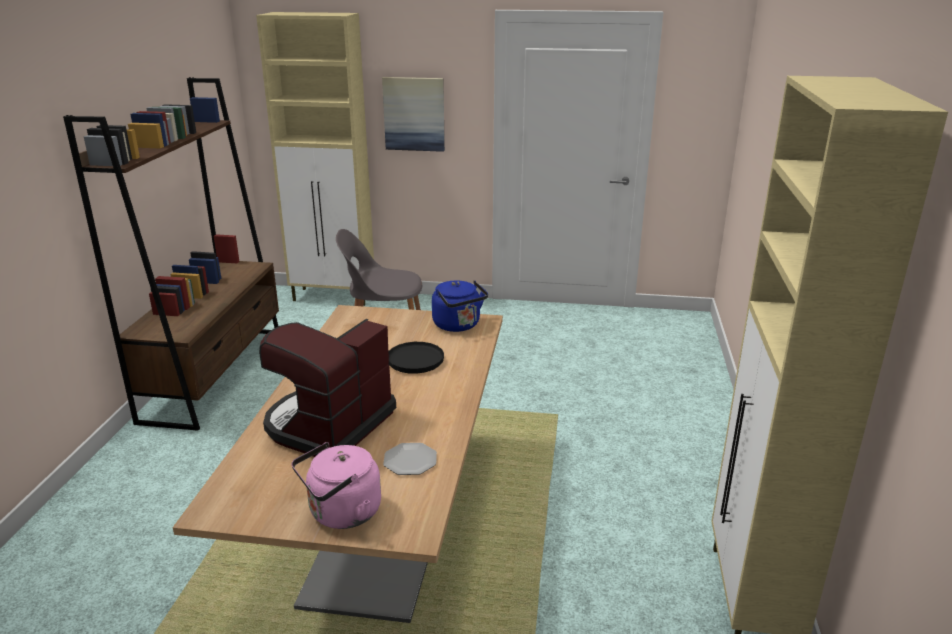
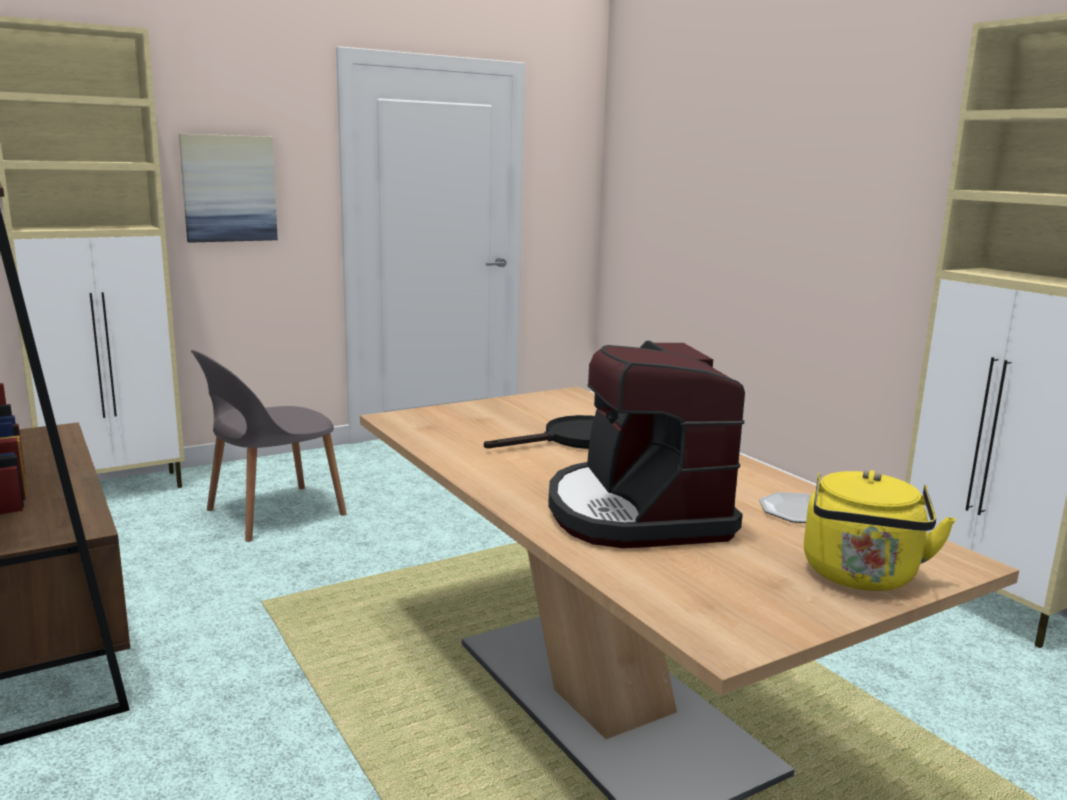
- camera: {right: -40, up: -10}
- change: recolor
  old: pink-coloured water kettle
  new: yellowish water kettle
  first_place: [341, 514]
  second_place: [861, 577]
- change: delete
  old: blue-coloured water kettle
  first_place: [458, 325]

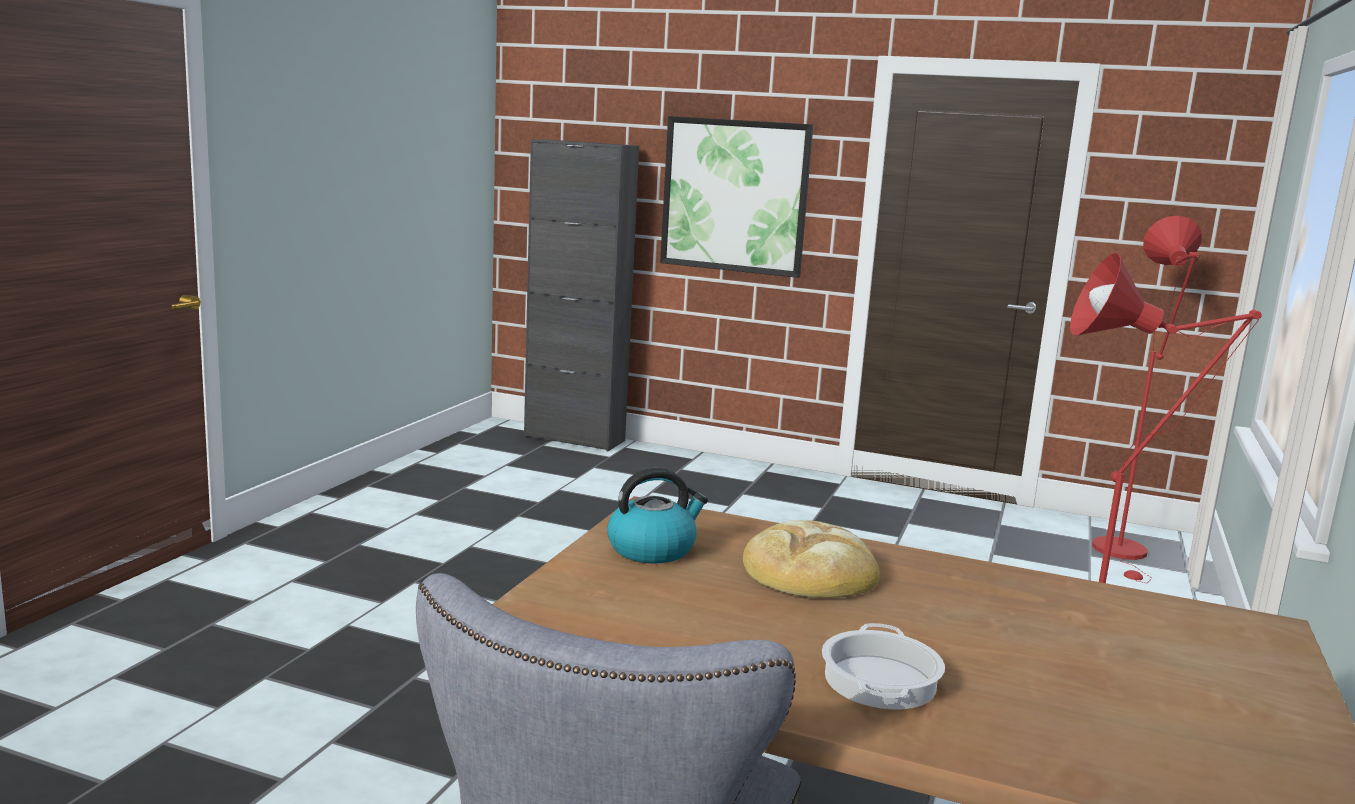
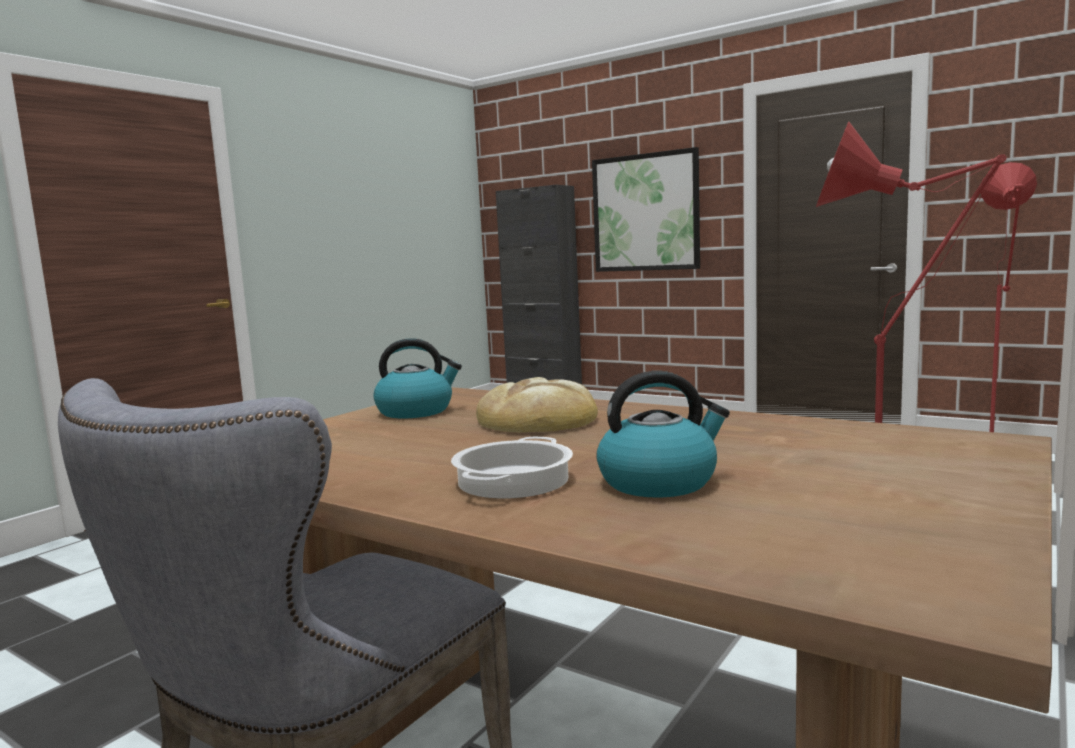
- camera: {right: 15, up: -5}
- change: insert
  new: water kettle
  second_place: [659, 482]

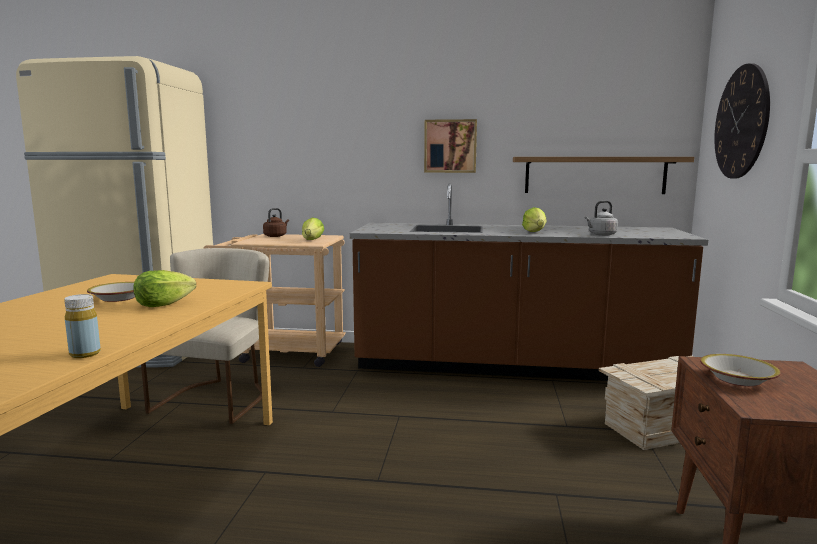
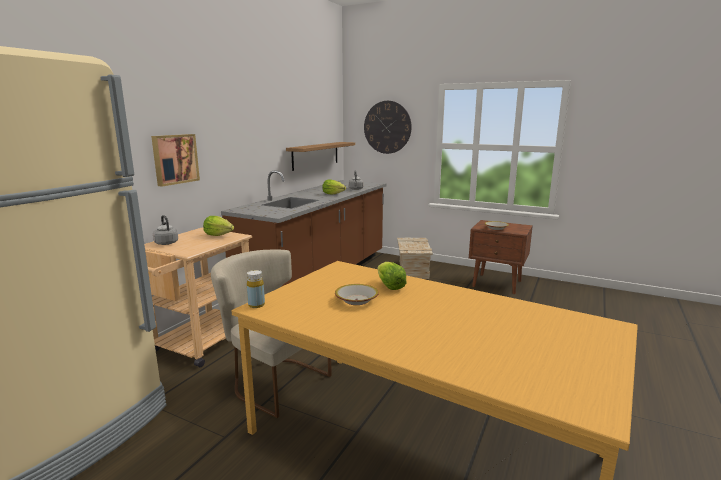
- camera: {right: -70, up: 5}
- change: move
  old: wall art
  first_place: [450, 146]
  second_place: [174, 159]
- change: recolor
  old: brownish water kettle
  new: greyish water kettle
  first_place: [276, 236]
  second_place: [166, 243]
- change: move
  old: yellowish bottle
  first_place: [85, 354]
  second_place: [256, 305]

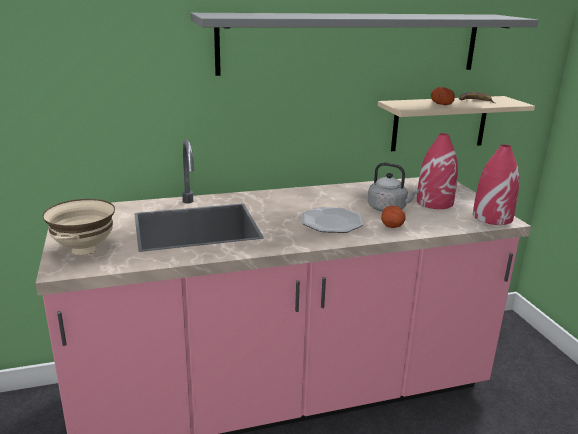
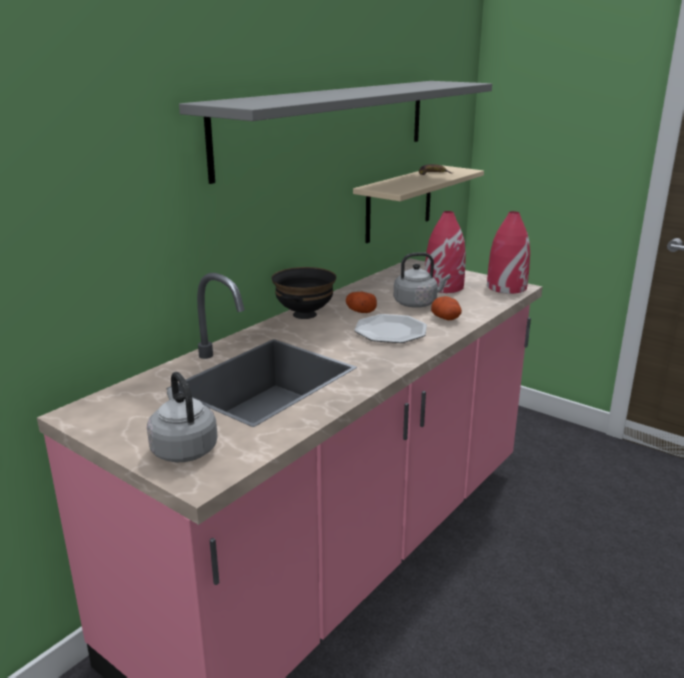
- camera: {right: -35, up: 0}
- change: replace
  old: beige-coloured serving bowl
  new: greyish water kettle
  first_place: [84, 249]
  second_place: [183, 449]
- change: insert
  new: black serving bowl
  second_place: [304, 314]
- change: move
  old: spud
  first_place: [440, 104]
  second_place: [360, 311]

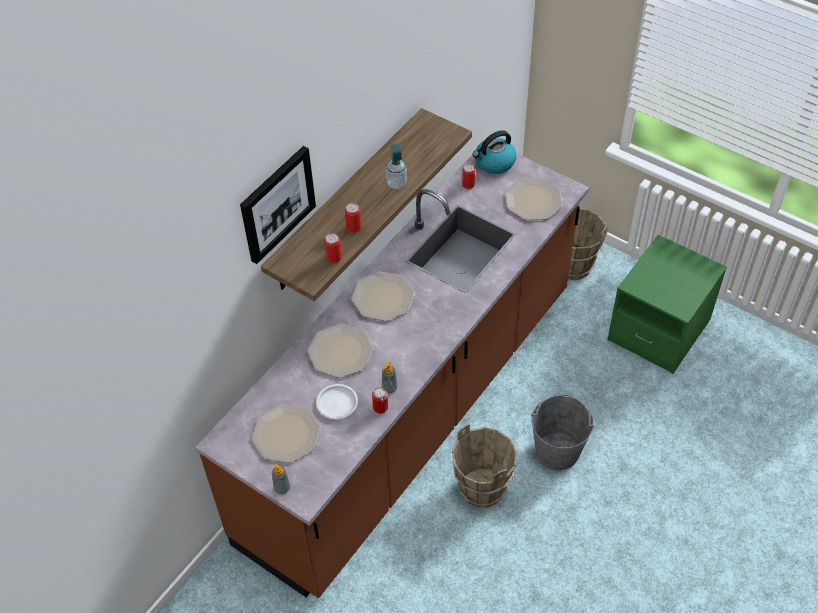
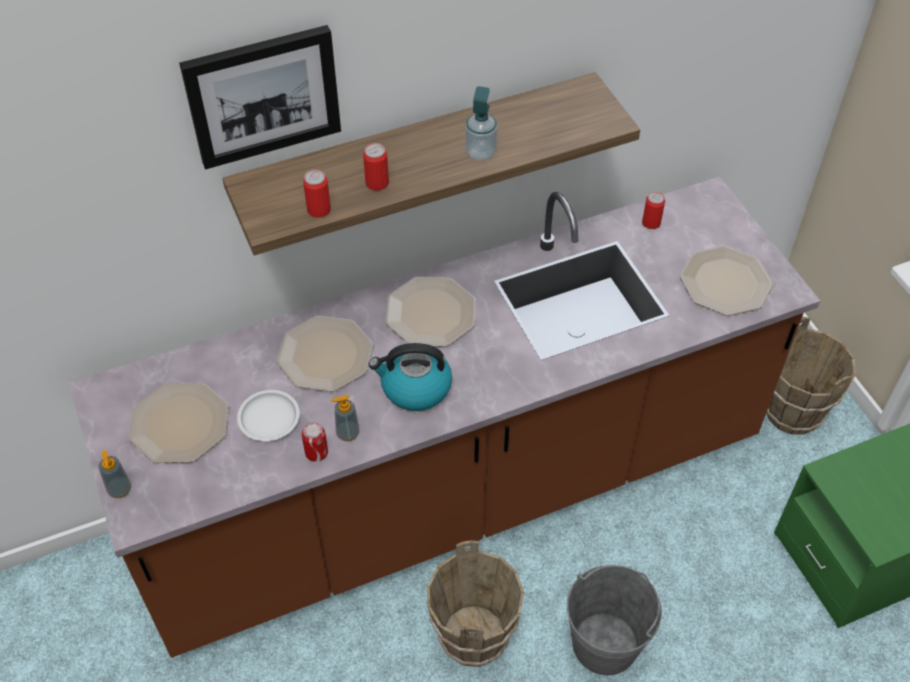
- camera: {right: 30, up: 0}
- change: move
  old: water kettle
  first_place: [494, 163]
  second_place: [415, 388]

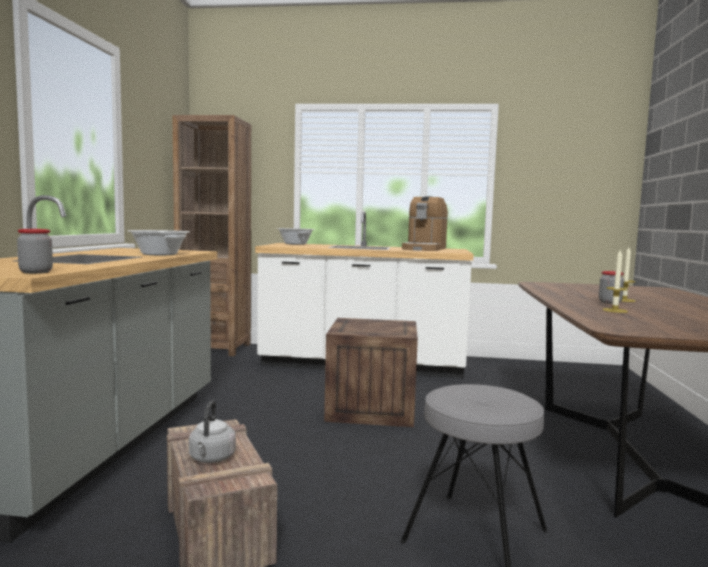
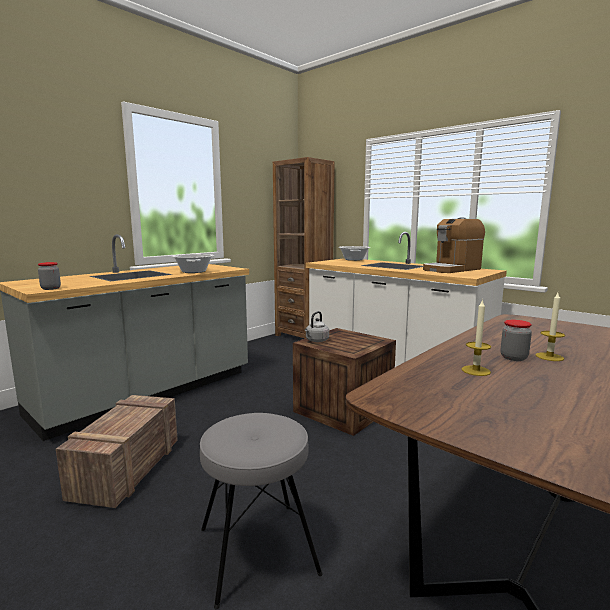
- camera: {right: 35, up: 5}
- change: move
  old: greyish water kettle
  first_place: [211, 459]
  second_place: [316, 341]

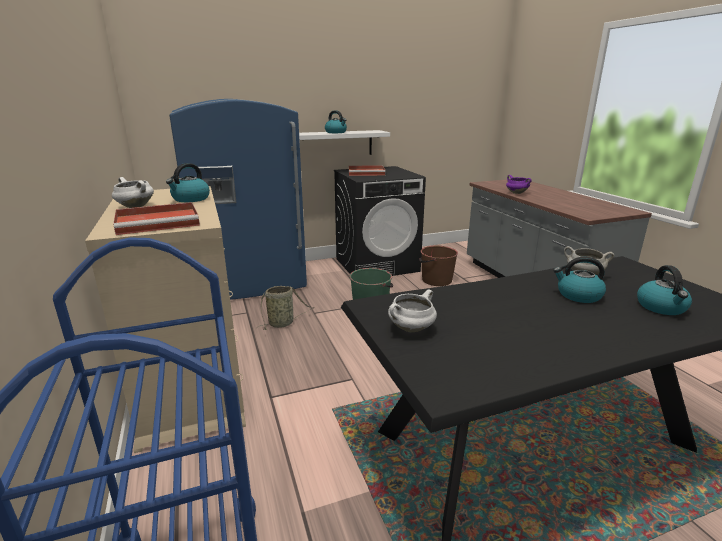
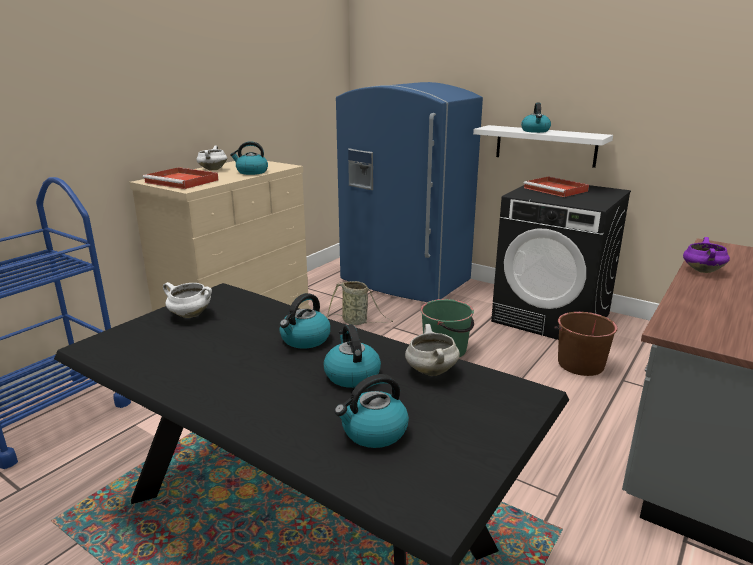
- camera: {right: 55, up: 0}
- change: insert
  new: water kettle
  second_place: [305, 339]

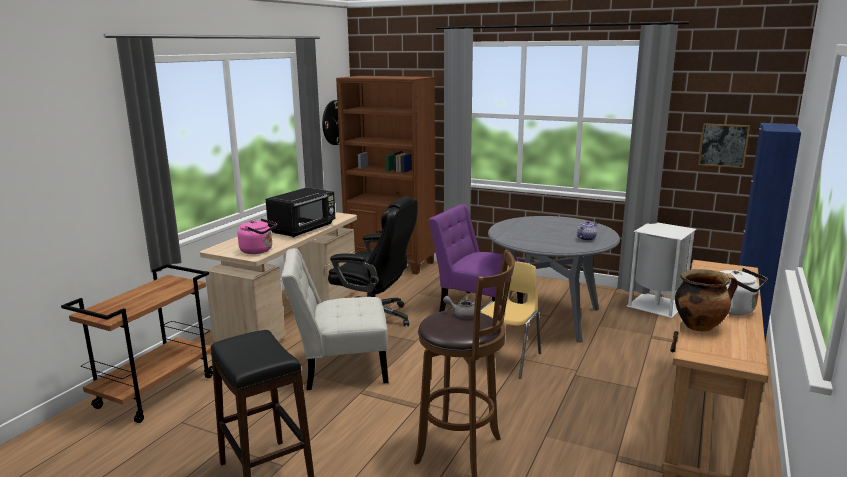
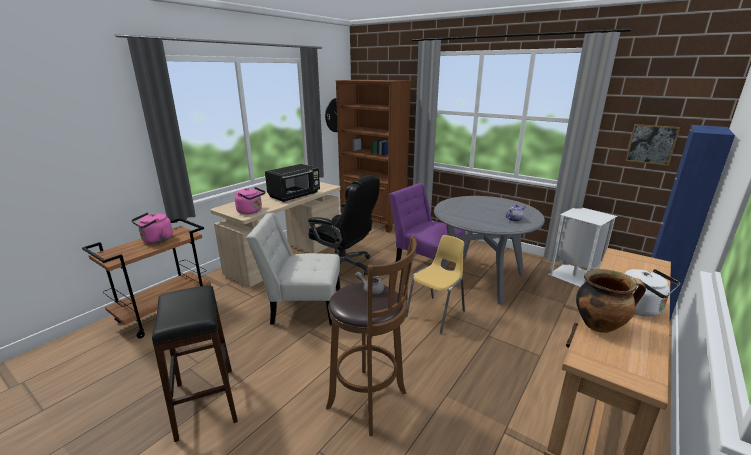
- camera: {right: 10, up: 5}
- change: insert
  new: pink-coloured water kettle
  second_place: [156, 240]

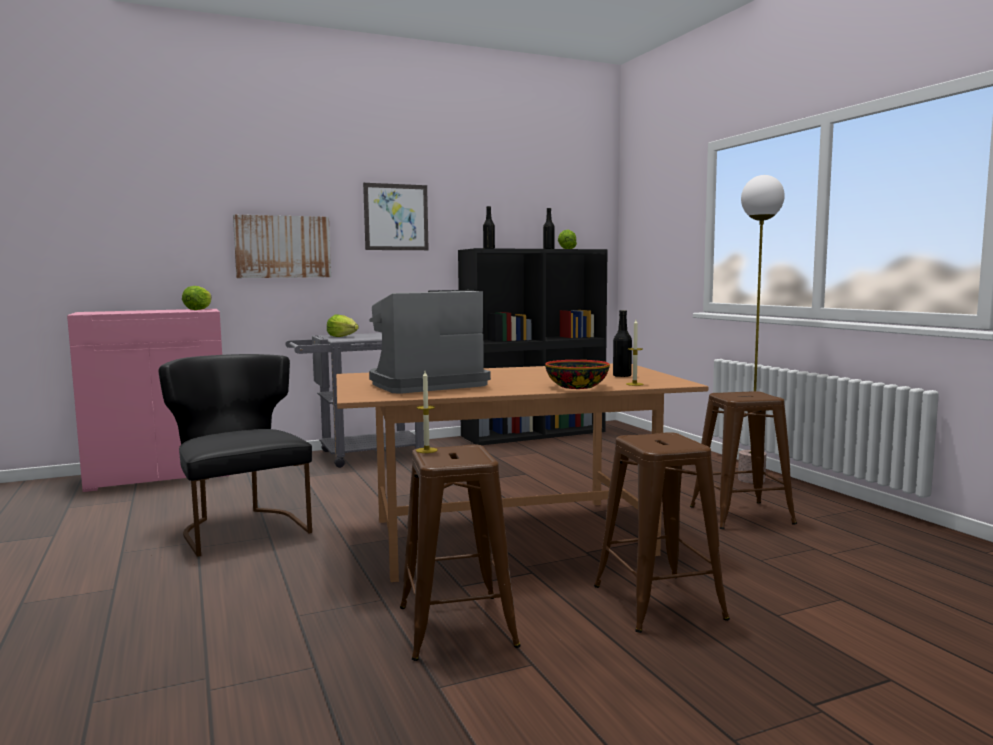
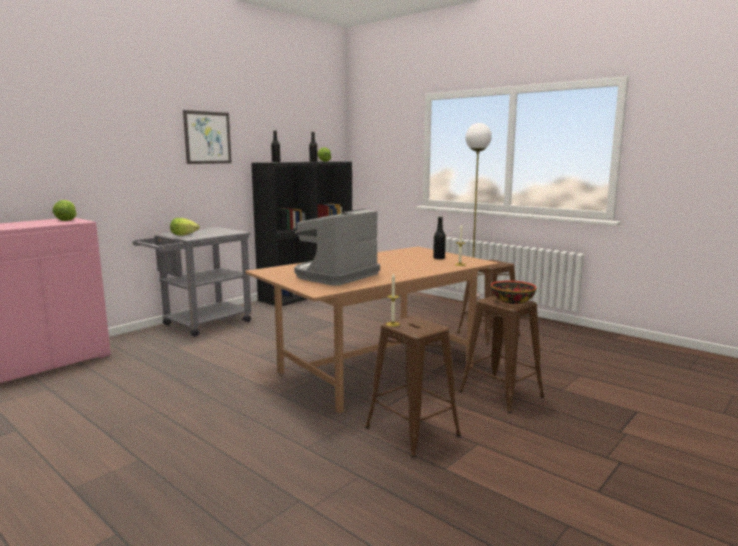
- camera: {right: -25, up: 5}
- change: move
  old: serving bowl
  first_place: [576, 387]
  second_place: [512, 301]
- change: delete
  old: black chair
  first_place: [241, 527]
- change: delete
  old: wall art
  first_place: [283, 247]

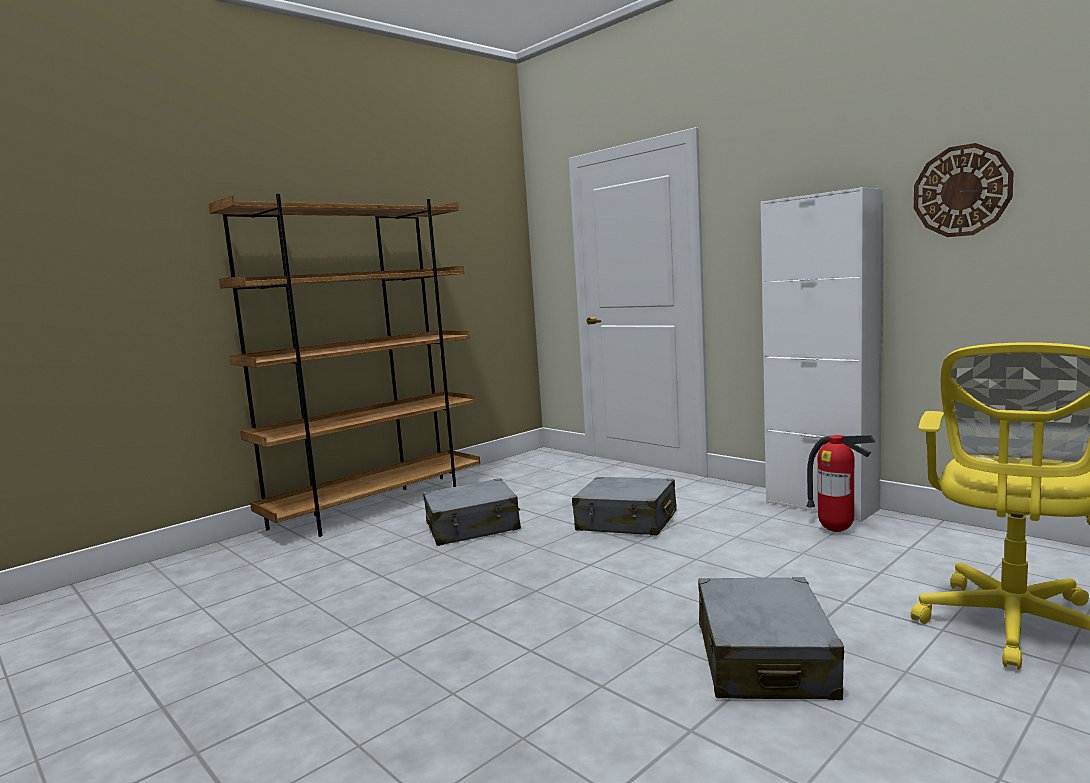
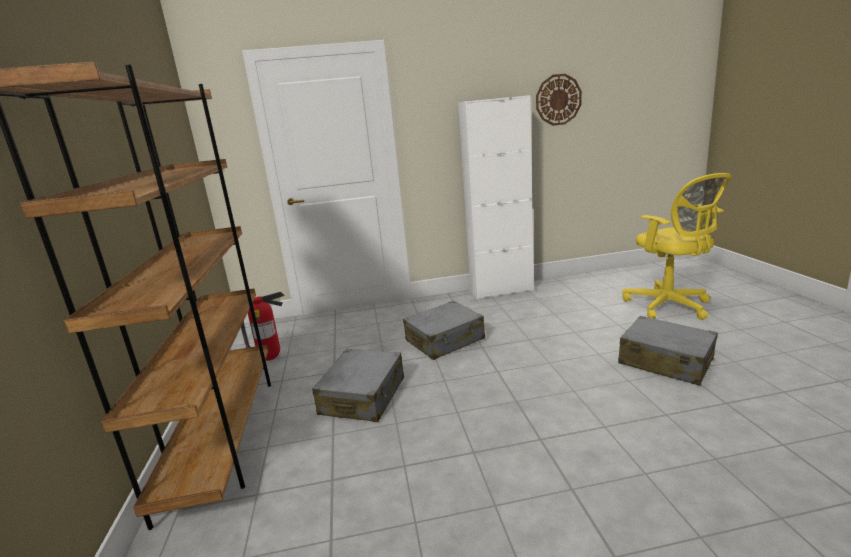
- camera: {right: -55, up: 10}
- change: move
  old: fire-fighting cylinder
  first_place: [836, 530]
  second_place: [271, 358]

